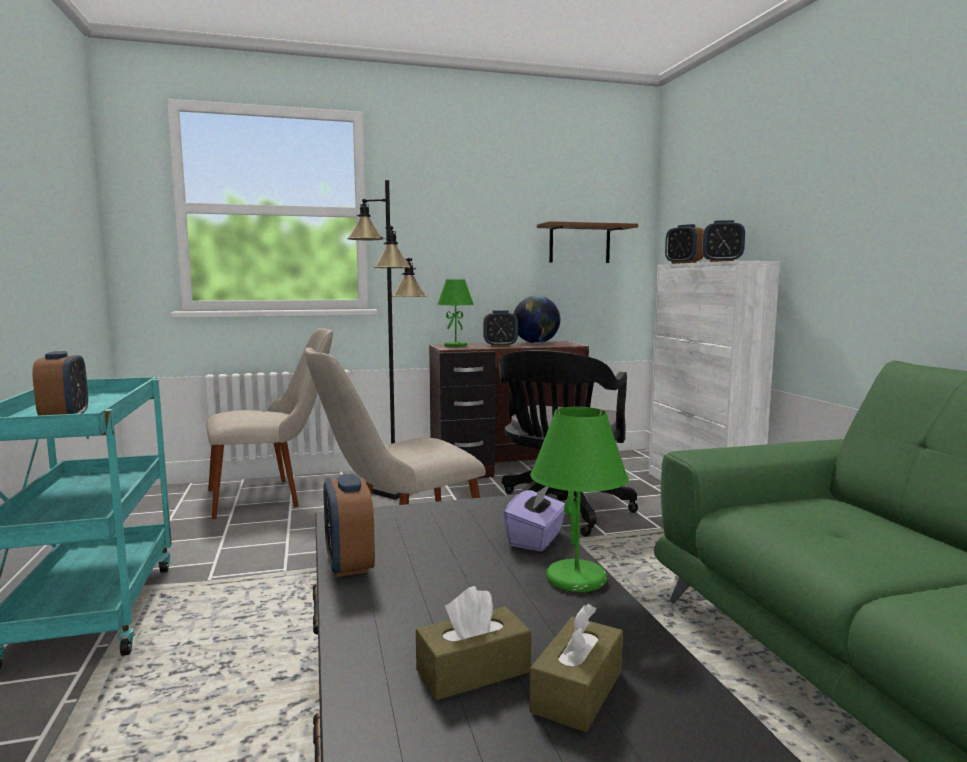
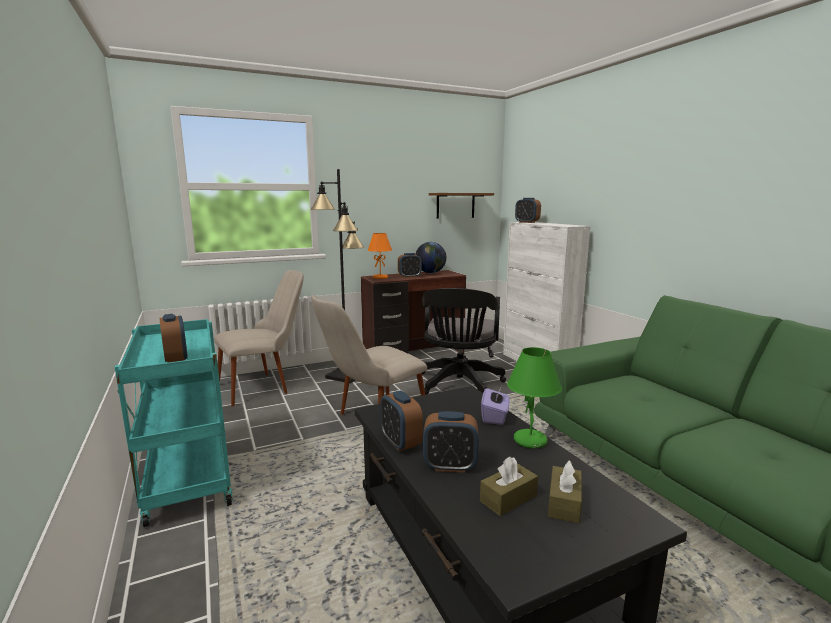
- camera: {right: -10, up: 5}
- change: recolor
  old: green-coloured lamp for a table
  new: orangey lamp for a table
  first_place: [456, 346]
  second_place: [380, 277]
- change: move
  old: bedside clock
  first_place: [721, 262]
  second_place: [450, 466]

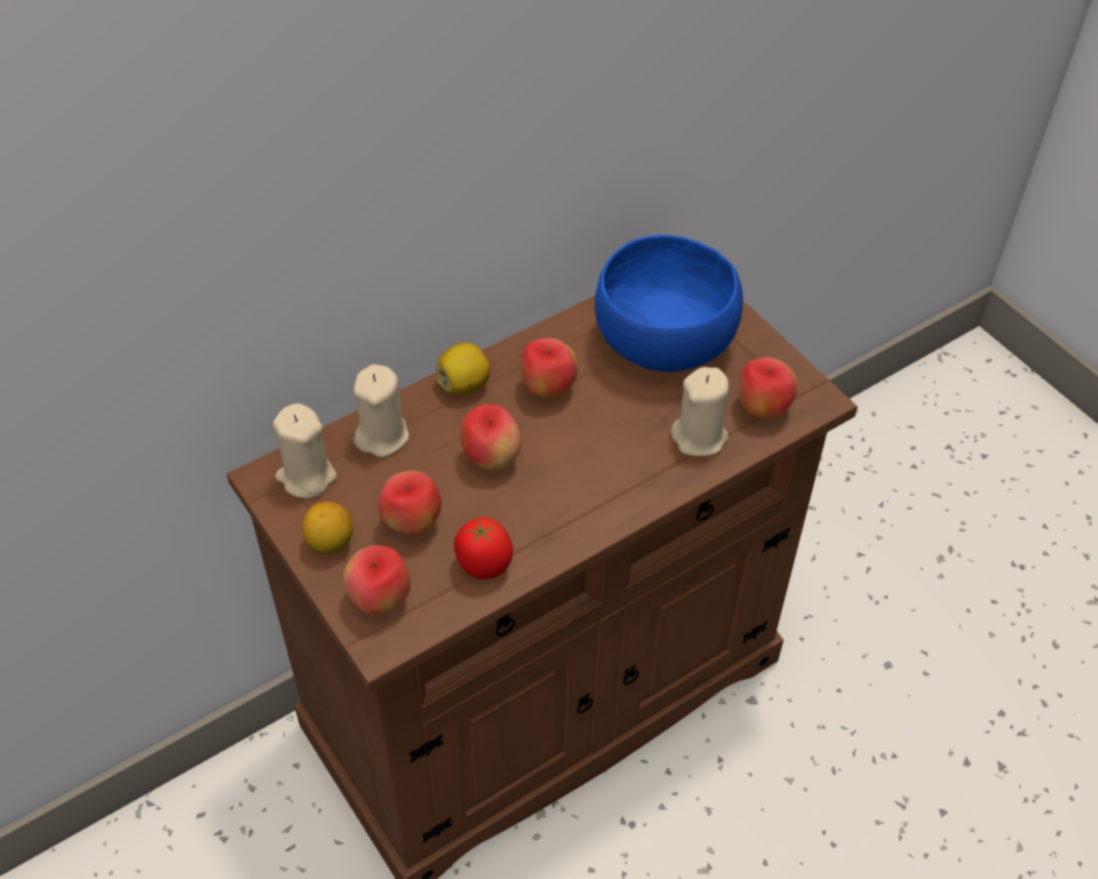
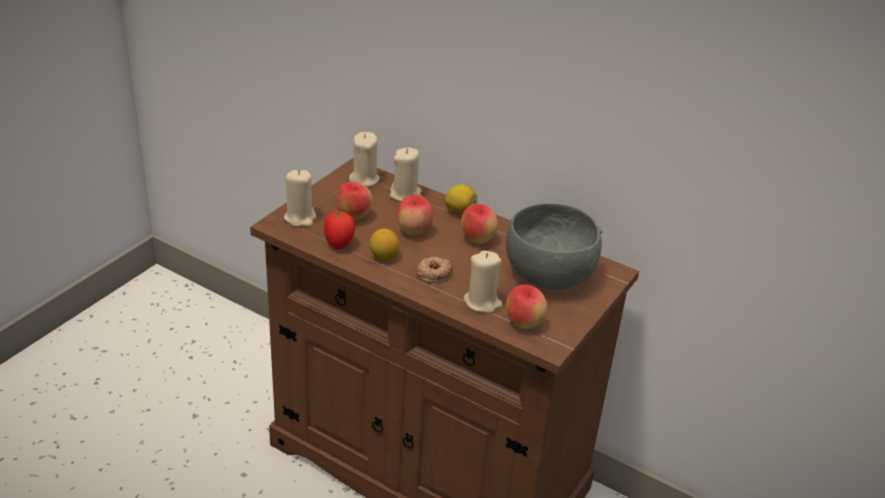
- camera: {right: 65, up: -15}
- change: replace
  old: apple
  new: beige-coloured wax candle
  first_place: [380, 600]
  second_place: [300, 218]
- change: move
  old: citrus fruit
  first_place: [330, 543]
  second_place: [384, 257]
- change: insert
  new: donut
  second_place: [433, 273]
- change: recolor
  old: blue-coloured serving bowl
  new: greyish serving bowl
  first_place: [665, 343]
  second_place: [549, 275]

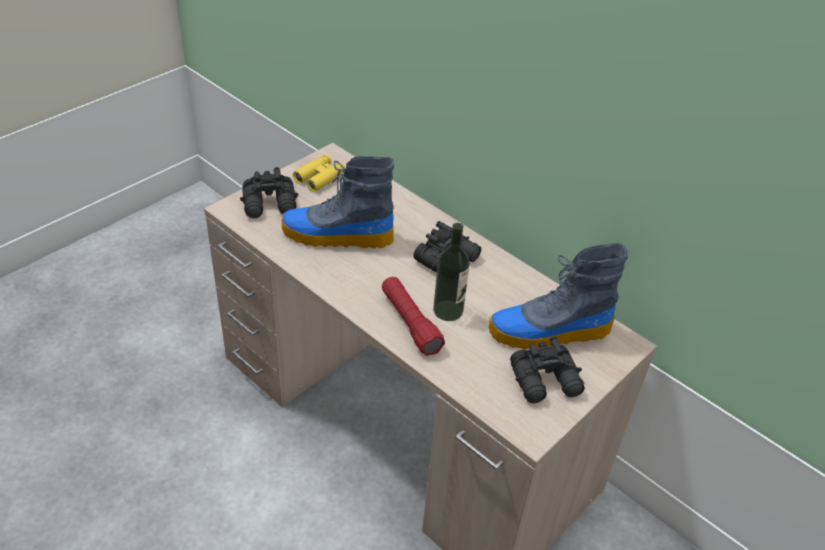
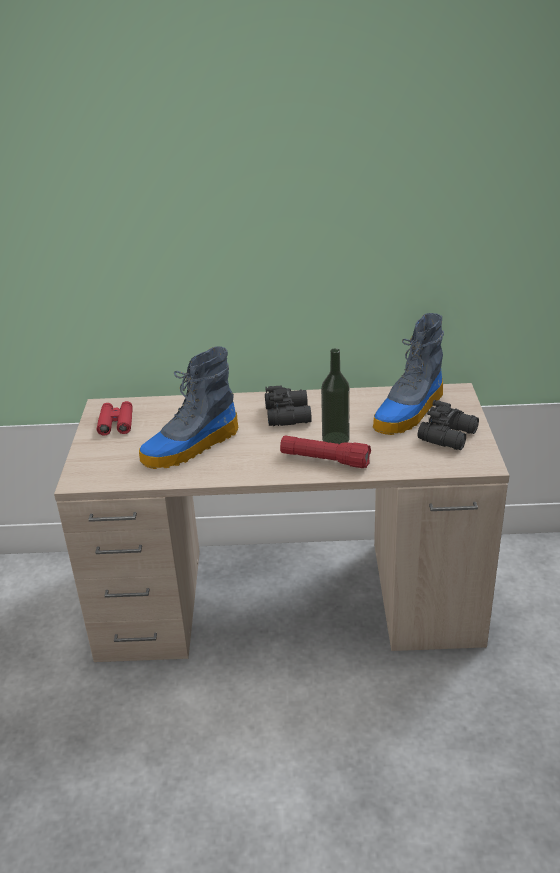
- camera: {right: -40, up: -10}
- change: recolor
  old: yellowish pair of binoculars
  new: red pair of binoculars
  first_place: [320, 177]
  second_place: [116, 423]
- change: delete
  old: black pair of binoculars
  first_place: [271, 205]

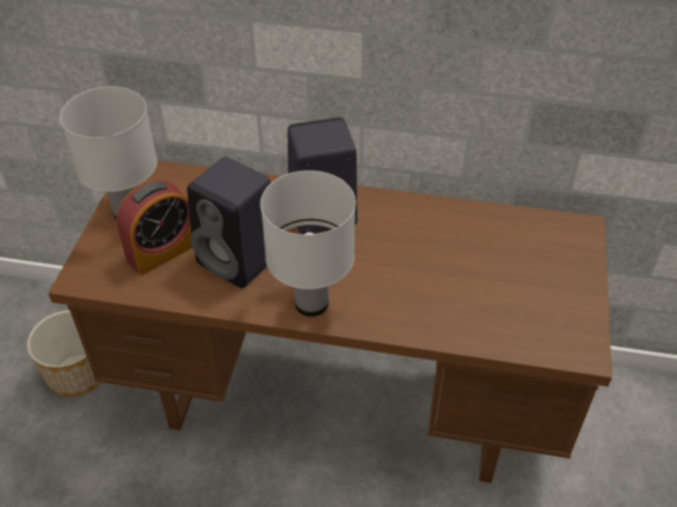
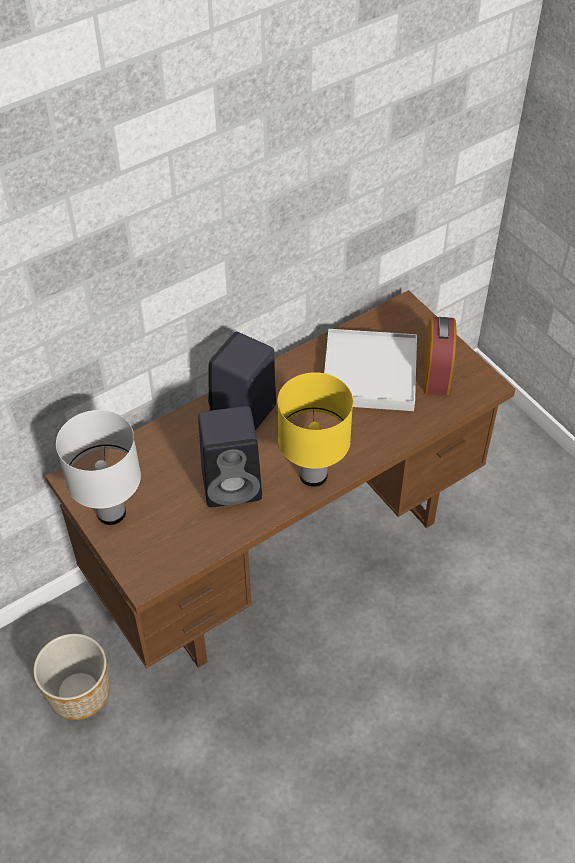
- camera: {right: -45, up: 5}
- change: recolor
  old: white lamp for a table
  new: yellowish lamp for a table
  first_place: [312, 302]
  second_place: [313, 474]
- change: insert
  new: white carrying tray
  second_place: [369, 373]
- change: move
  old: bedside clock
  first_place: [162, 251]
  second_place: [436, 373]

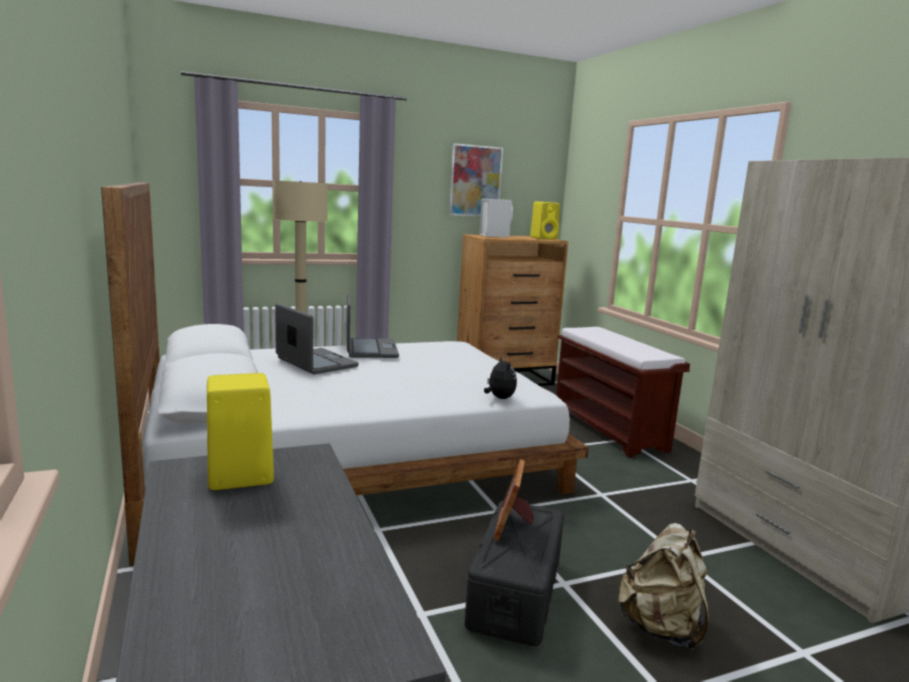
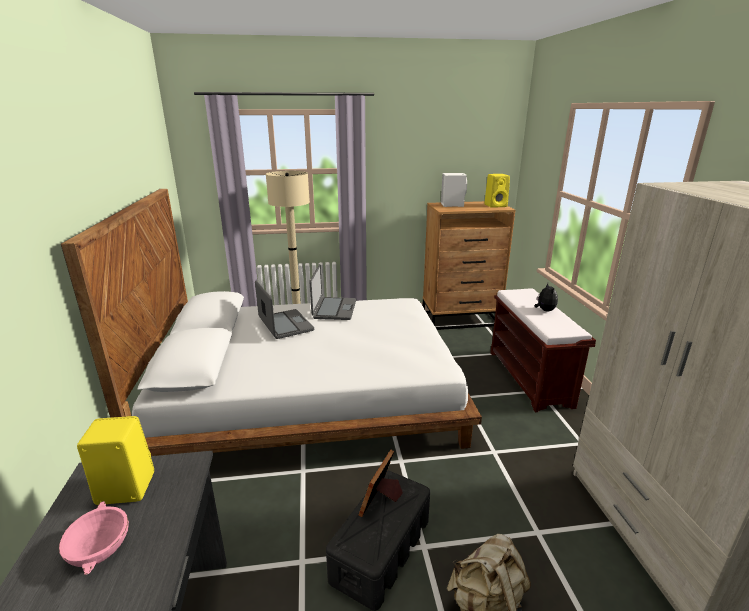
- camera: {right: 15, up: 10}
- change: insert
  new: pink-coloured serving bowl
  second_place: [100, 547]
- change: move
  old: cuddly toy
  first_place: [499, 398]
  second_place: [544, 310]
- change: delete
  old: wall art
  first_place: [475, 181]

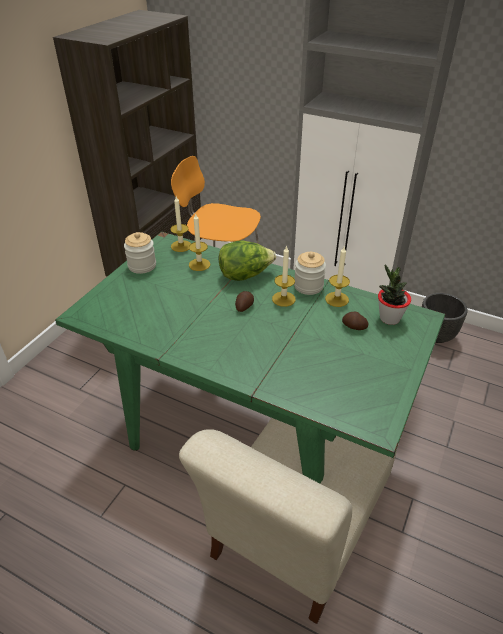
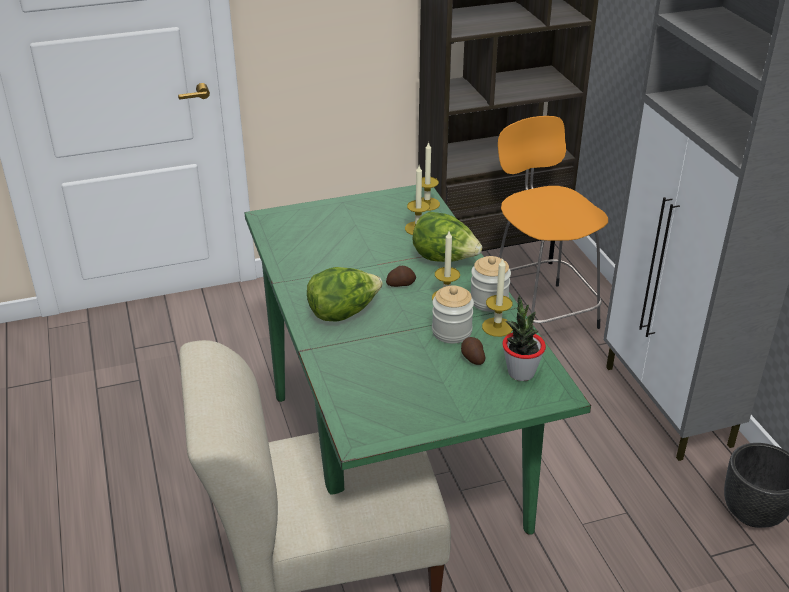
- camera: {right: 45, up: -5}
- change: insert
  new: lettuce head
  second_place: [343, 313]
- change: move
  old: preserve jar
  first_place: [142, 266]
  second_place: [451, 332]

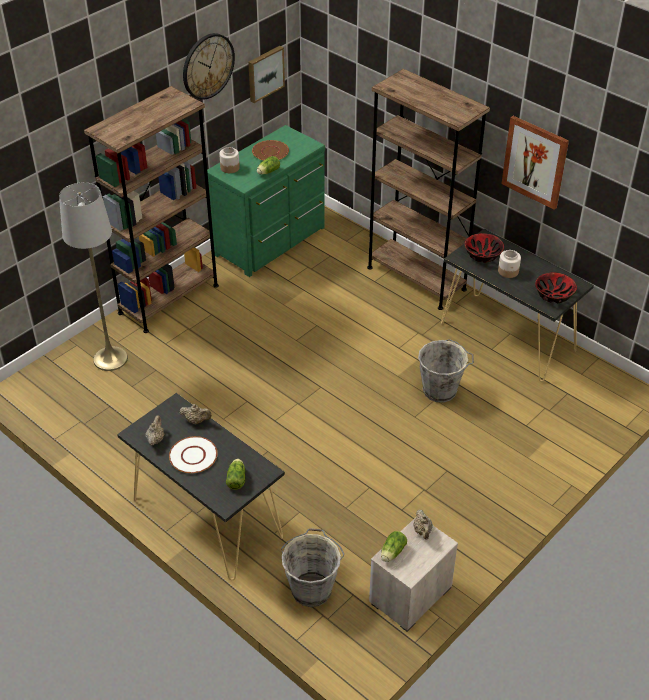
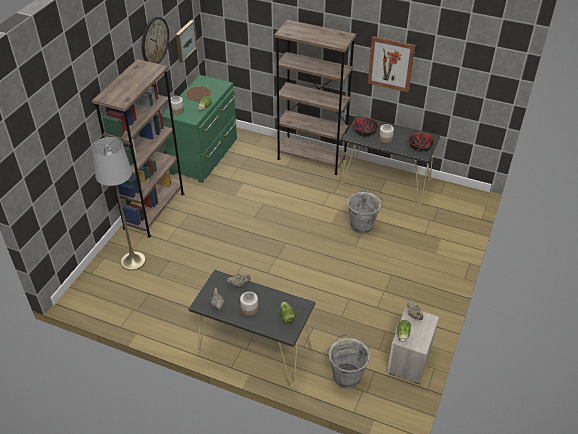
- camera: {right: -20, up: 0}
- change: replace
  old: white dinner plate
  new: preserve jar
  first_place: [193, 456]
  second_place: [249, 309]

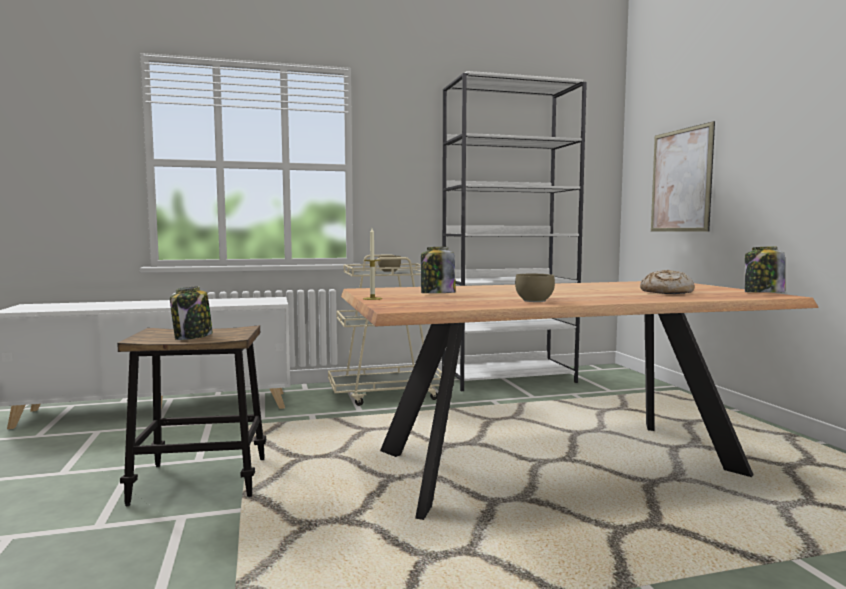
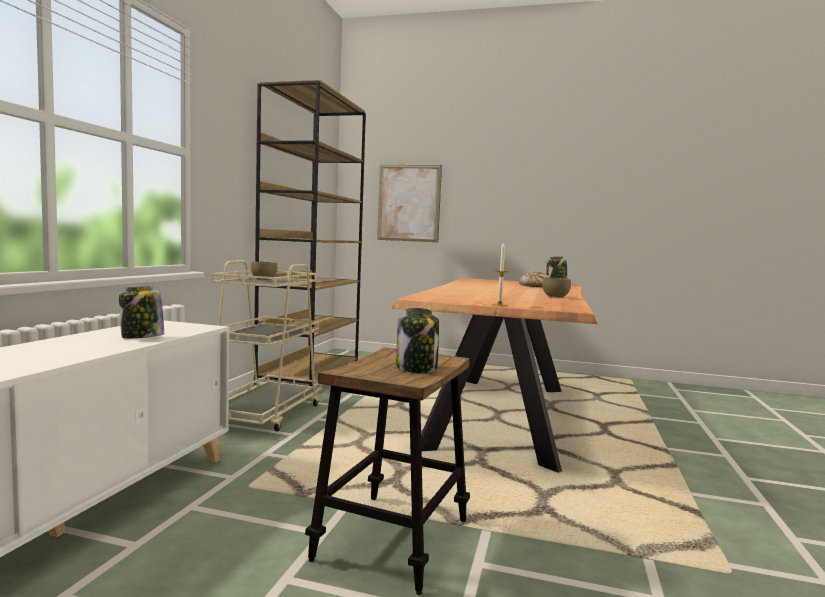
- camera: {right: -60, up: 0}
- change: move
  old: preserve jar
  first_place: [437, 294]
  second_place: [141, 337]
- change: recolor
  old: white shelving unit
  new: brownish shelving unit
  first_place: [508, 379]
  second_place: [309, 375]

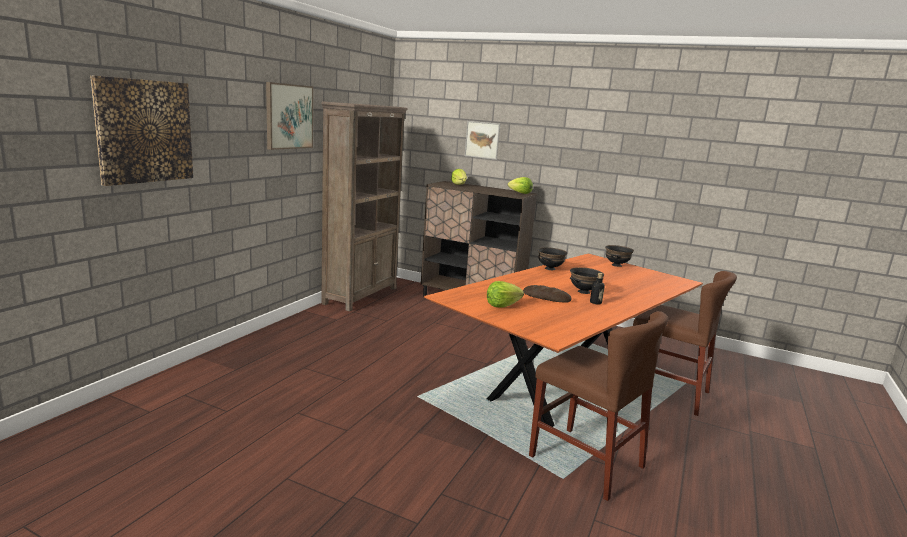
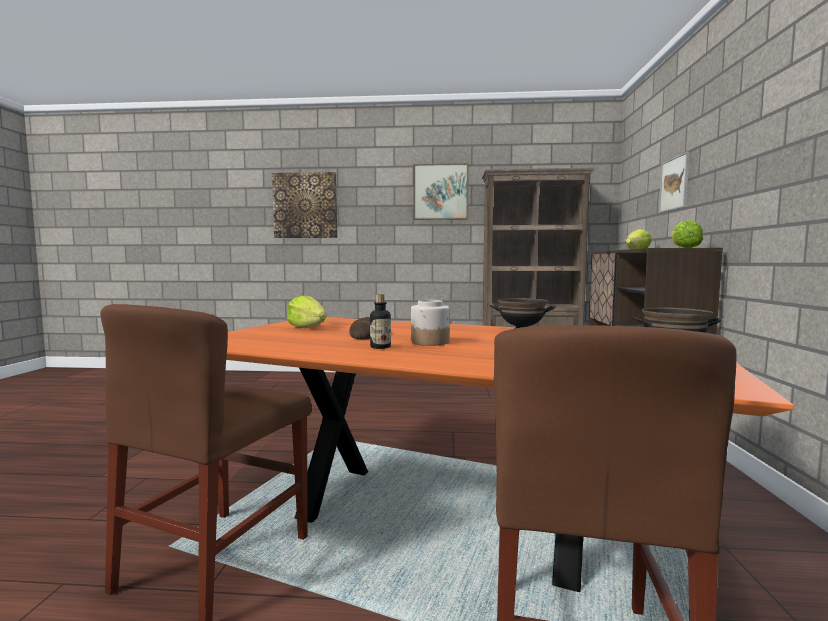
- camera: {right: 70, up: -10}
- change: replace
  old: black serving bowl
  new: preserve jar
  first_place: [583, 291]
  second_place: [430, 342]

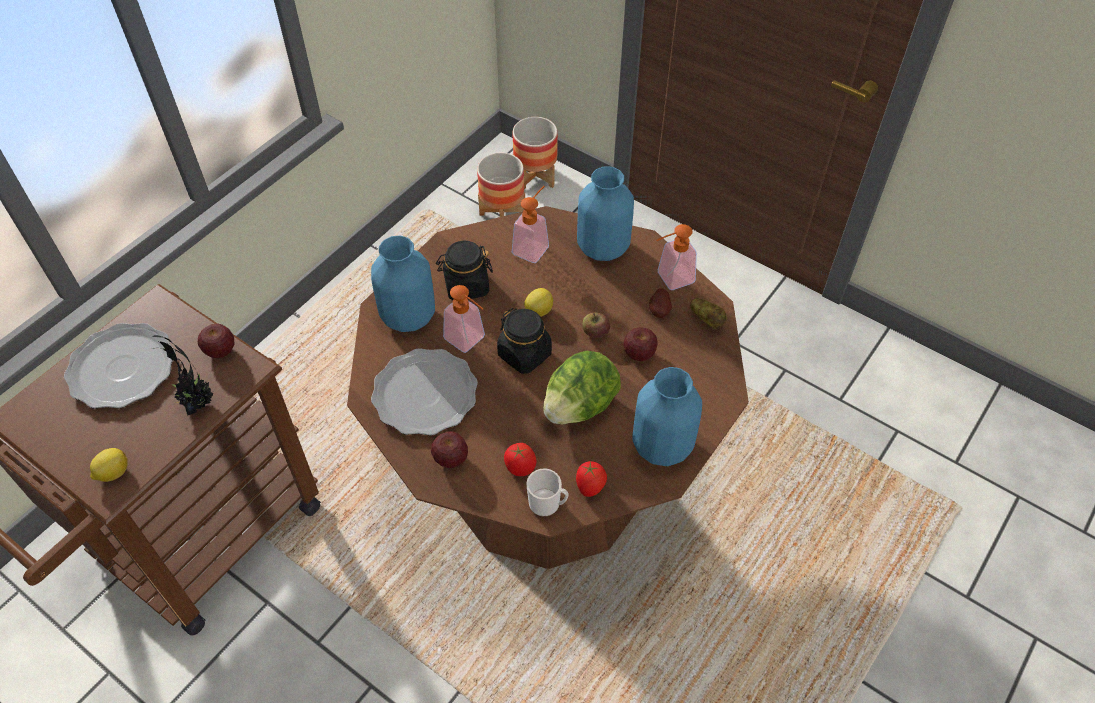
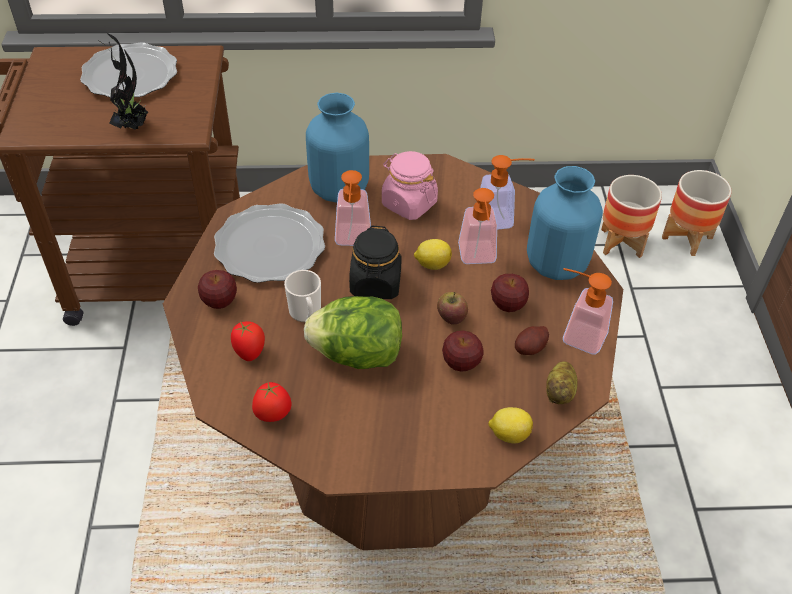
- camera: {right: 50, up: -5}
- change: move
  old: tea mug
  first_place: [547, 504]
  second_place: [306, 313]
- change: recolor
  old: black preserve jar
  new: pink-coloured preserve jar
  first_place: [466, 286]
  second_place: [408, 203]
- change: insert
  new: soap dispenser
  second_place: [477, 258]
- change: move
  old: citrus fruit
  first_place: [113, 473]
  second_place: [508, 434]
- change: move
  old: apple
  first_place: [221, 351]
  second_place: [507, 305]
- change: delete
  old: blue-coloured decorative vase
  first_place: [662, 446]

